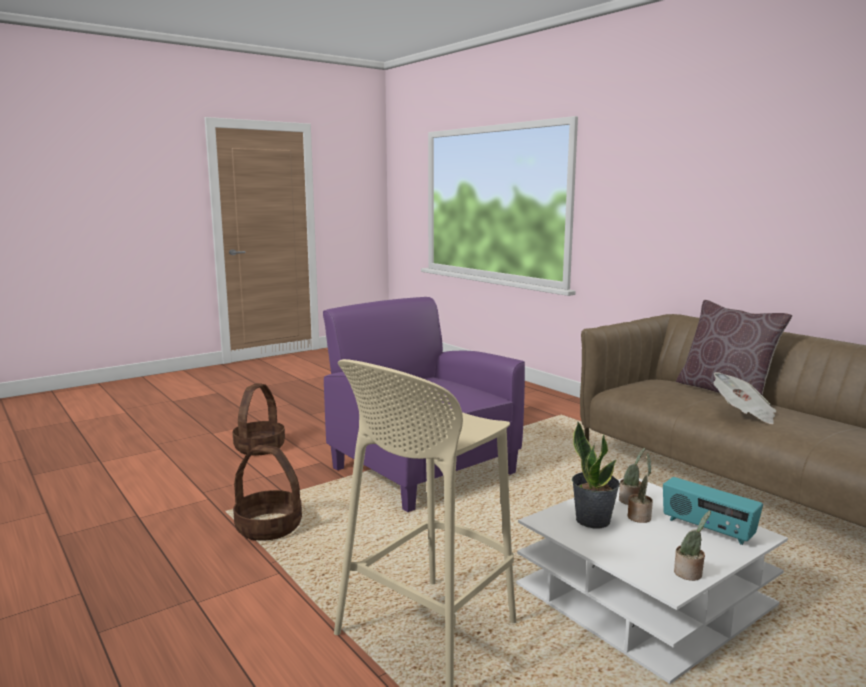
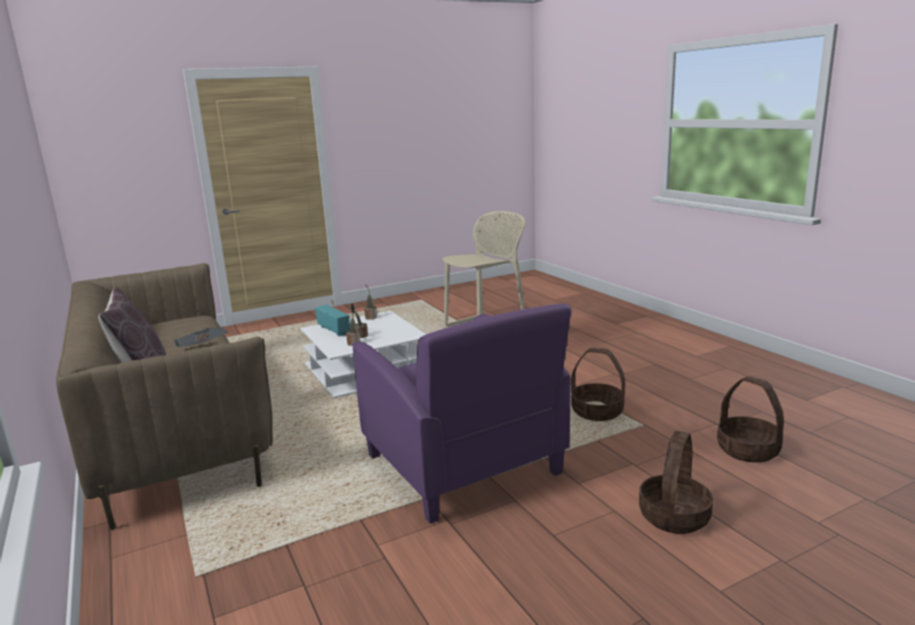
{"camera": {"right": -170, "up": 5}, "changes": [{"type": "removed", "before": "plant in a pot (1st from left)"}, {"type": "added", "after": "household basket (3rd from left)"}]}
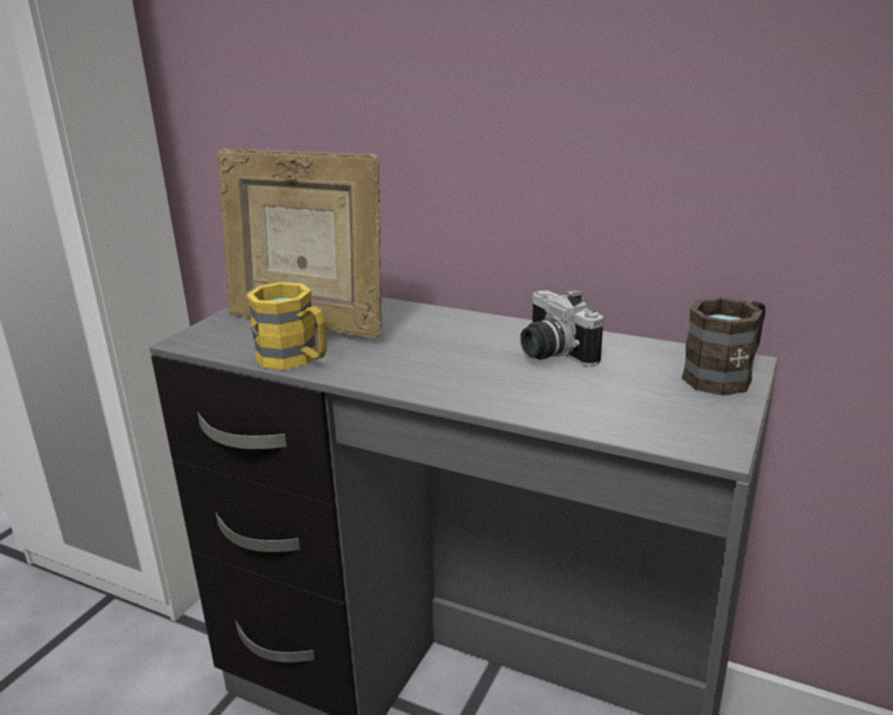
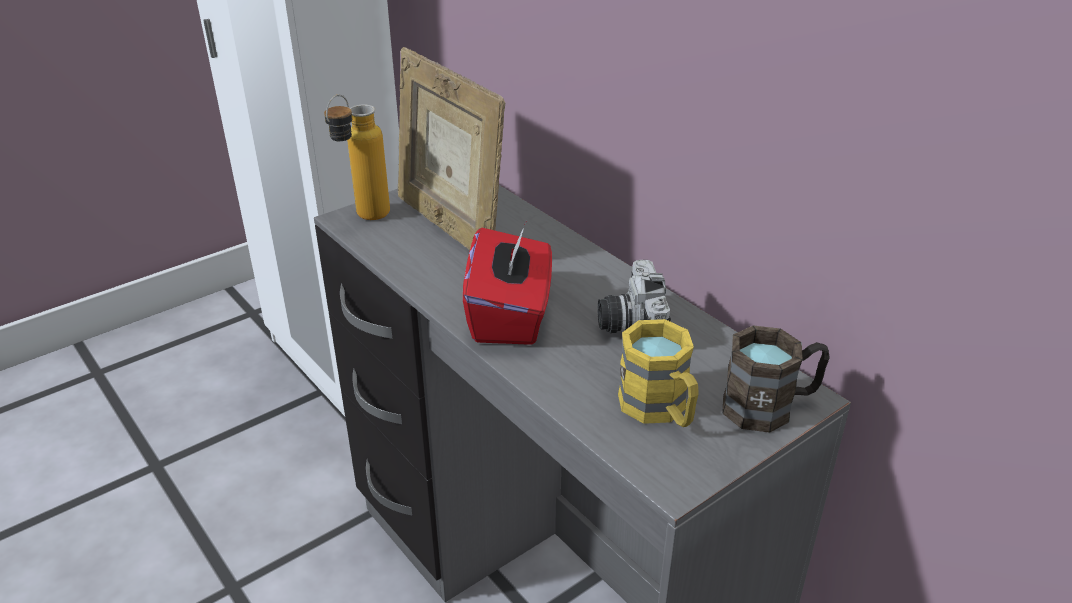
{"camera": {"right": 25, "up": 10}, "changes": [{"type": "moved", "before": "yellow-coloured coffee mug"}, {"type": "added", "after": "beverage bottle"}, {"type": "added", "after": "red tissue holder"}]}
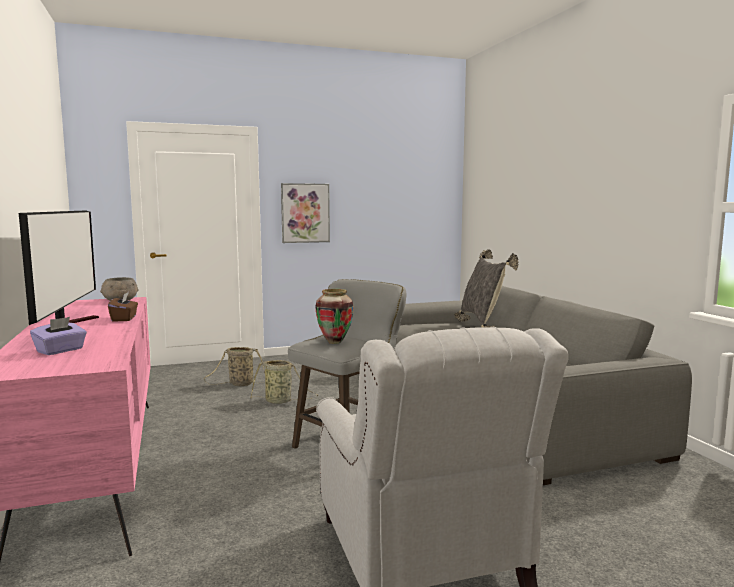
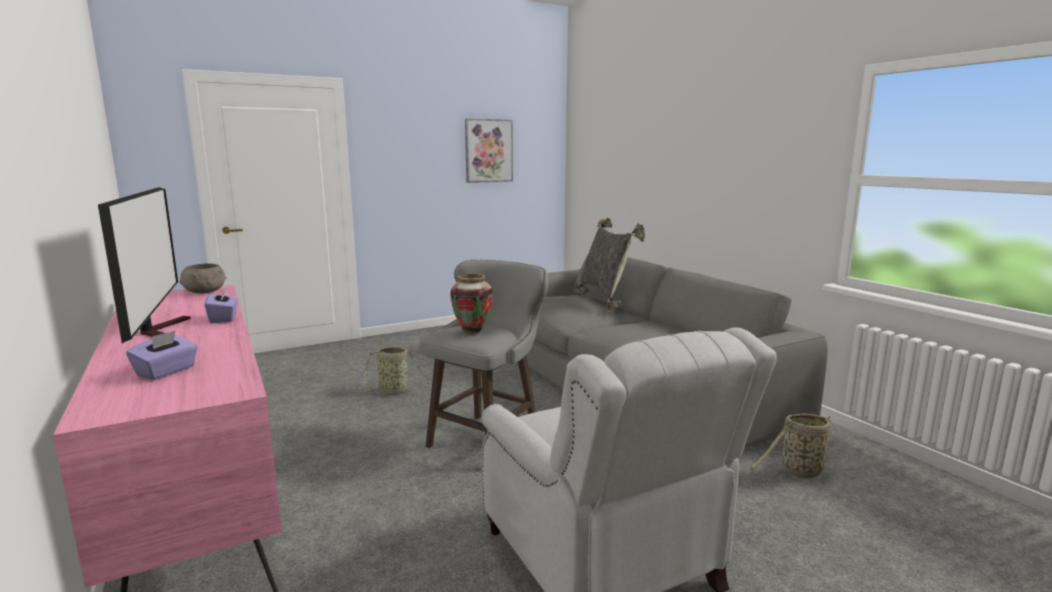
{"camera": {"right": -10, "up": 5}, "changes": [{"type": "moved", "before": "wall art"}, {"type": "recoloured", "before": "brown-coloured tissue holder", "after": "purple-coloured tissue holder (2nd from left)"}, {"type": "moved", "before": "household basket (1st from left in the first image)", "after": "household basket (2nd from left)"}]}
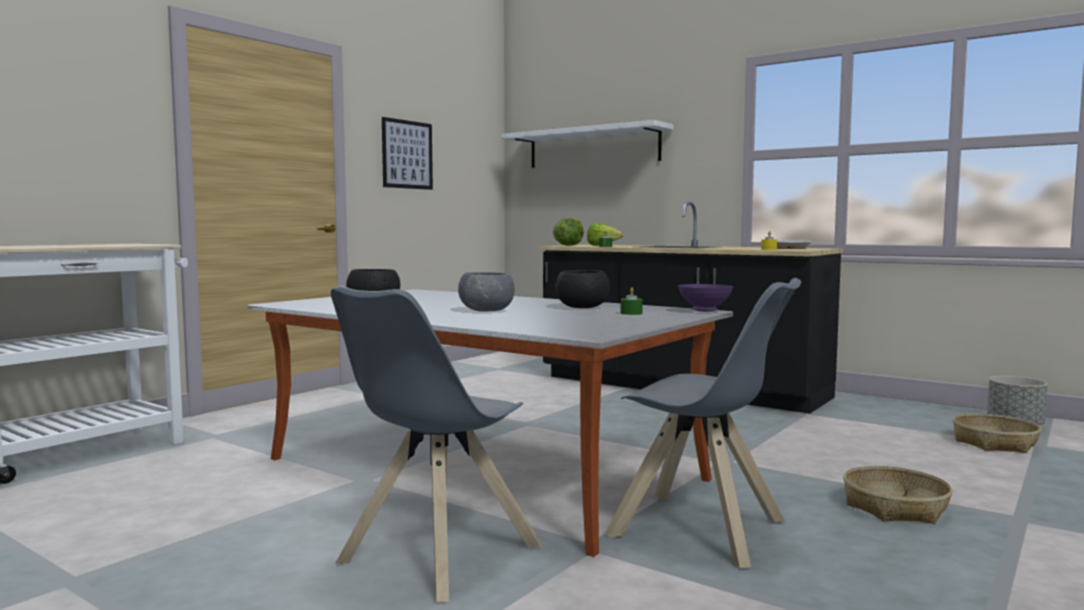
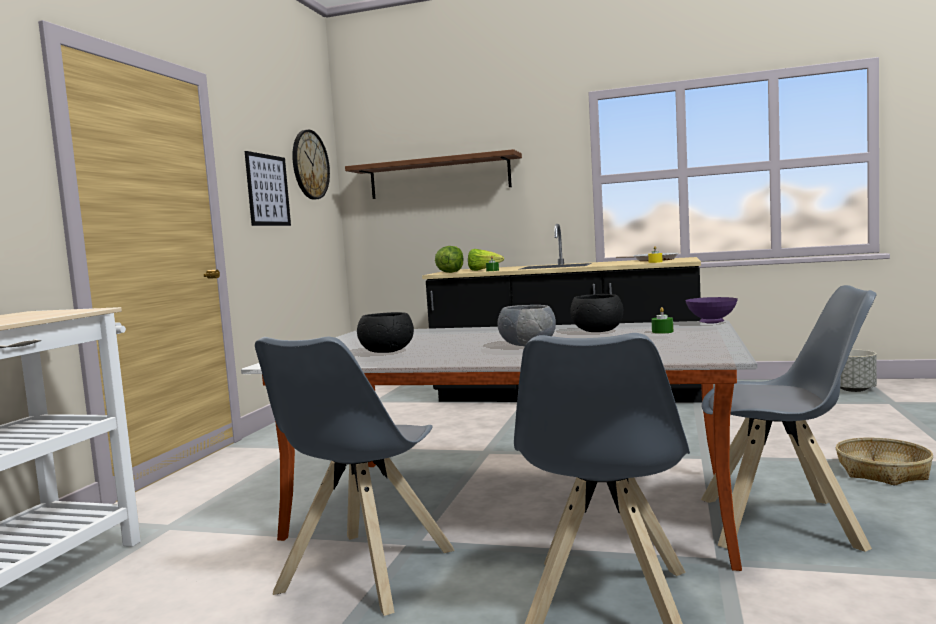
{"camera": {"right": -20, "up": 0}, "changes": [{"type": "recoloured", "before": "whitish bracket shelf", "after": "brown-coloured bracket shelf"}, {"type": "removed", "before": "household basket (2nd from left)"}, {"type": "added", "after": "hanging clock"}, {"type": "added", "after": "grey upright chair (1st from left)"}]}
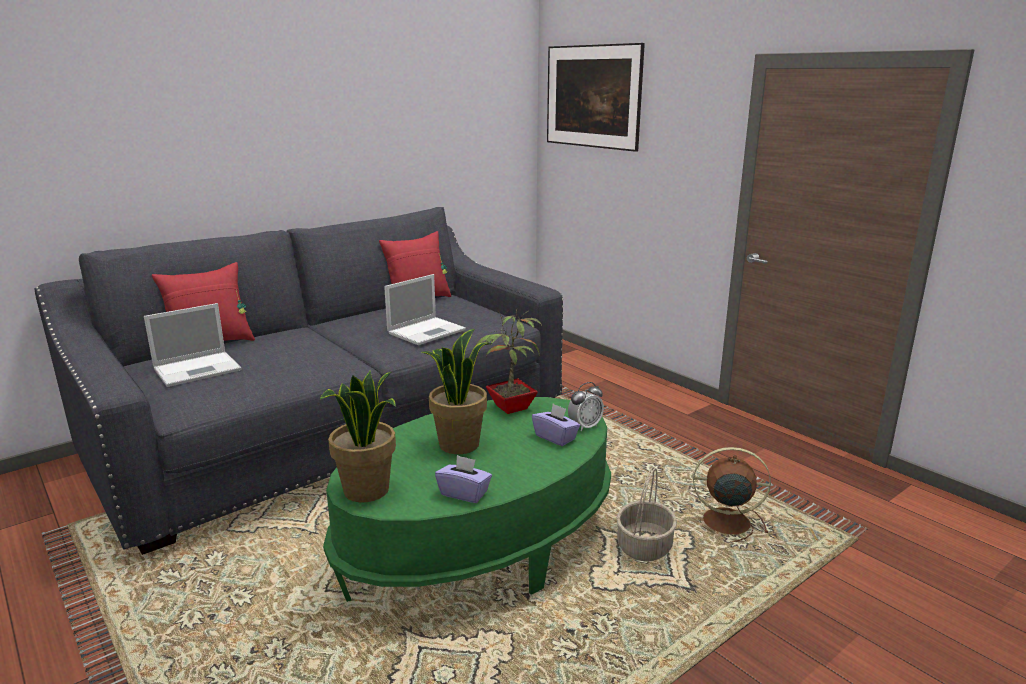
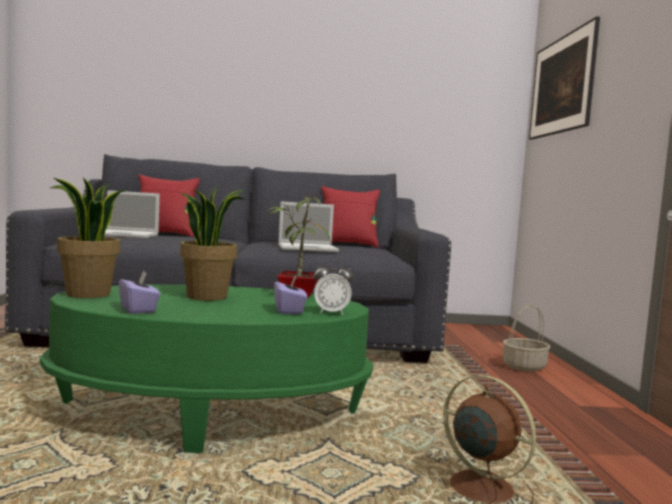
{"camera": {"right": 35, "up": -15}, "changes": [{"type": "moved", "before": "household basket"}]}
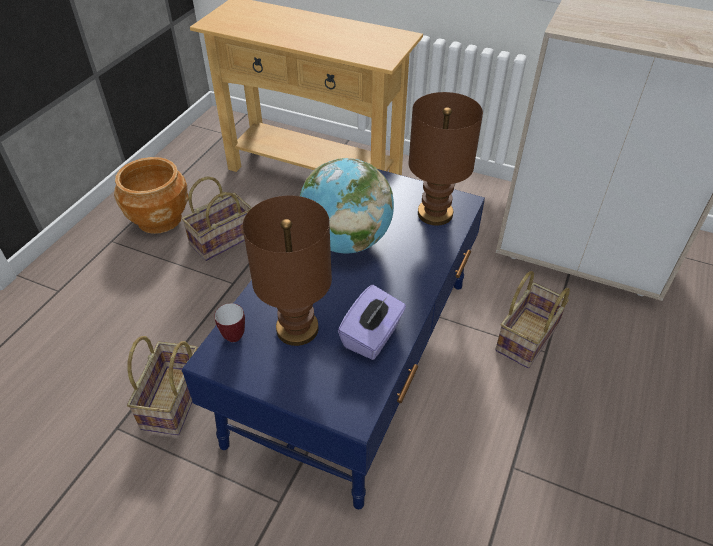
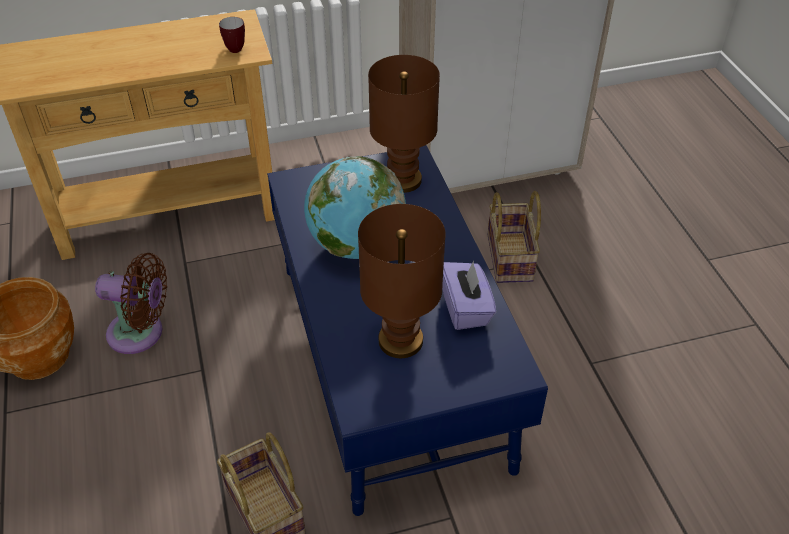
{"camera": {"right": -40, "up": 0}, "changes": [{"type": "replaced", "before": "household basket (2nd from left)", "after": "brown-coloured electric fan"}, {"type": "moved", "before": "coffee mug"}]}
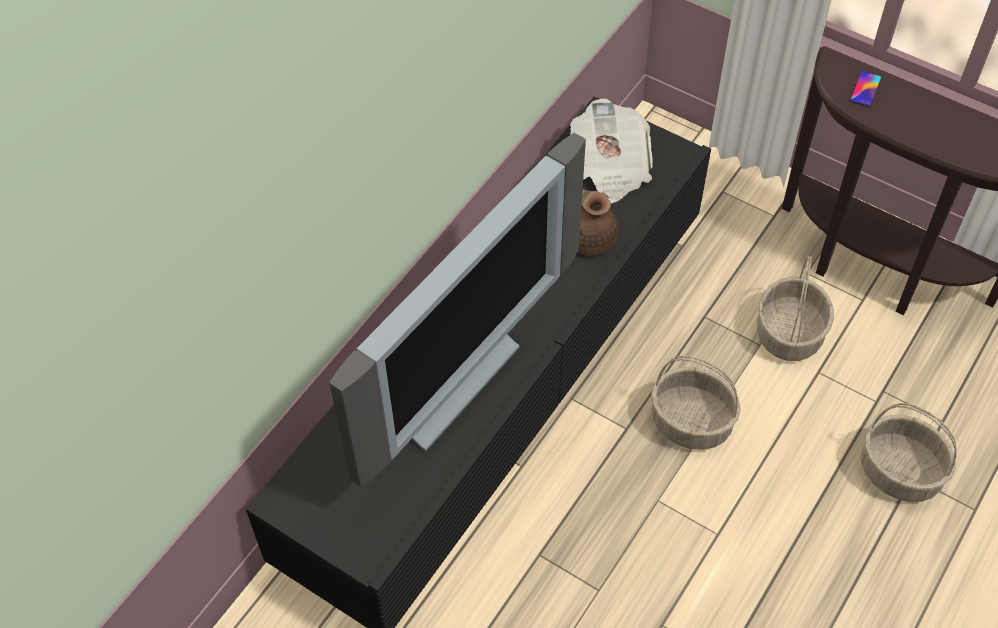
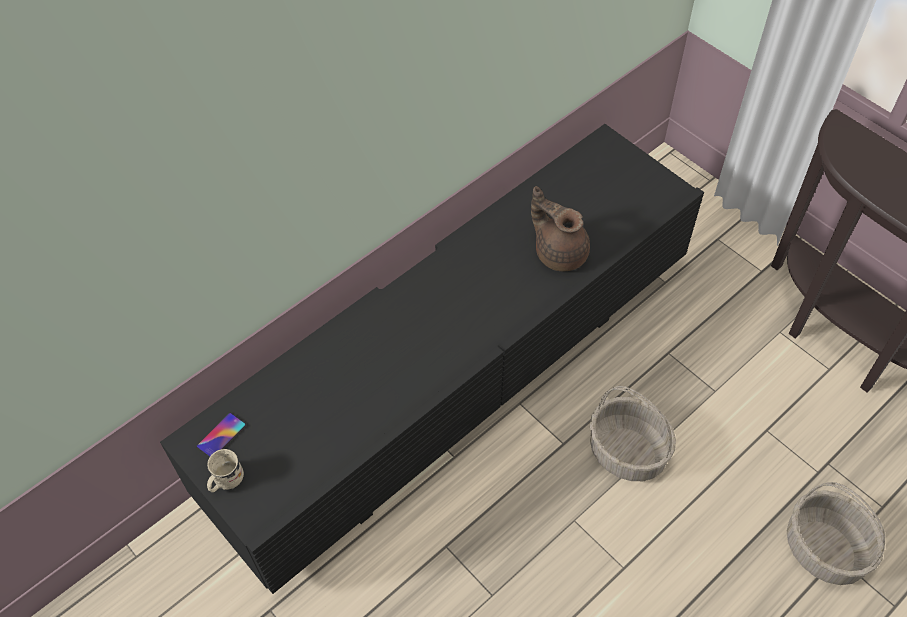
{"camera": {"right": 15, "up": 0}, "changes": [{"type": "moved", "before": "telephone"}, {"type": "removed", "before": "daily paper"}, {"type": "removed", "before": "TV set"}, {"type": "removed", "before": "household basket (2nd from left)"}, {"type": "added", "after": "beige coffee mug"}]}
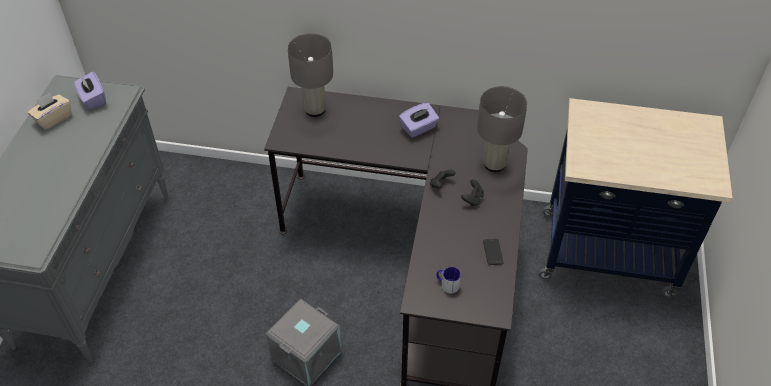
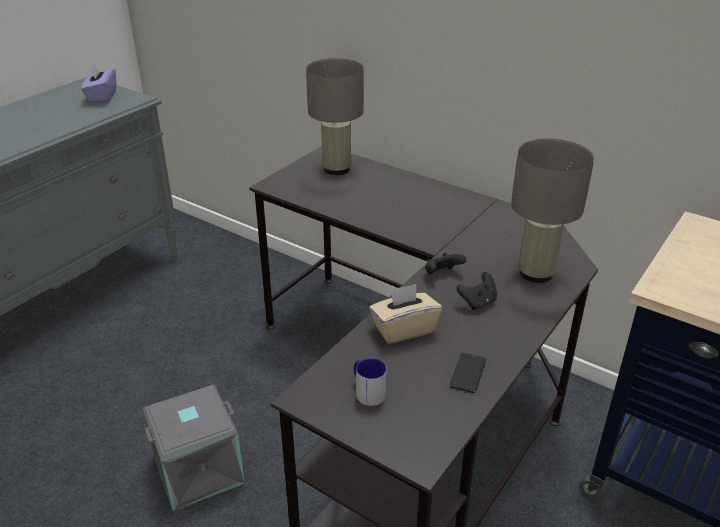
{"camera": {"right": 25, "up": -15}, "changes": [{"type": "moved", "before": "beige tissue holder"}, {"type": "removed", "before": "purple-coloured tissue holder (2nd from left)"}]}
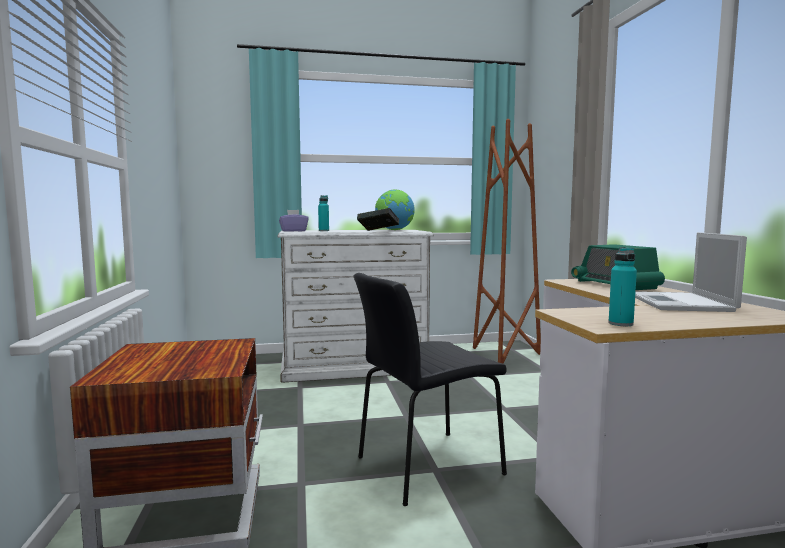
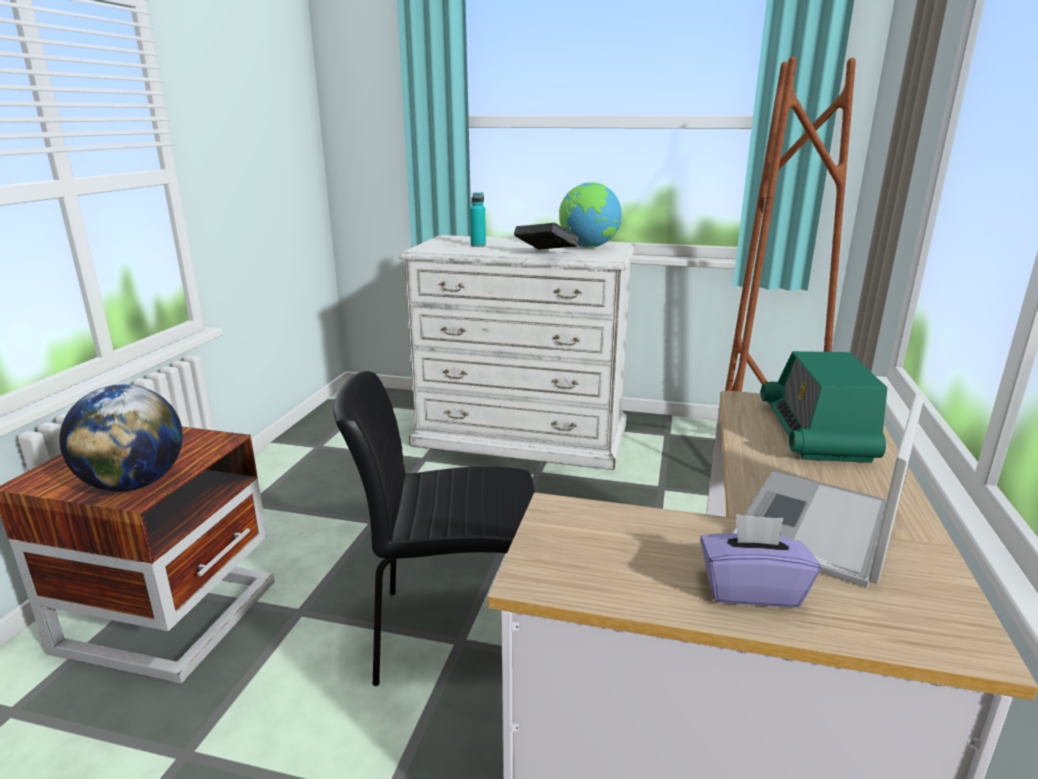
{"camera": {"right": 25, "up": 15}, "changes": [{"type": "moved", "before": "purple-coloured tissue holder"}, {"type": "removed", "before": "blue-green beverage bottle (2nd from left)"}, {"type": "added", "after": "globe (1st from left)"}]}
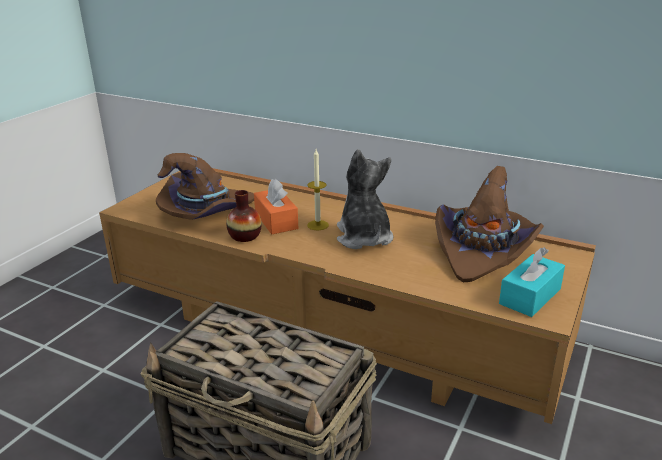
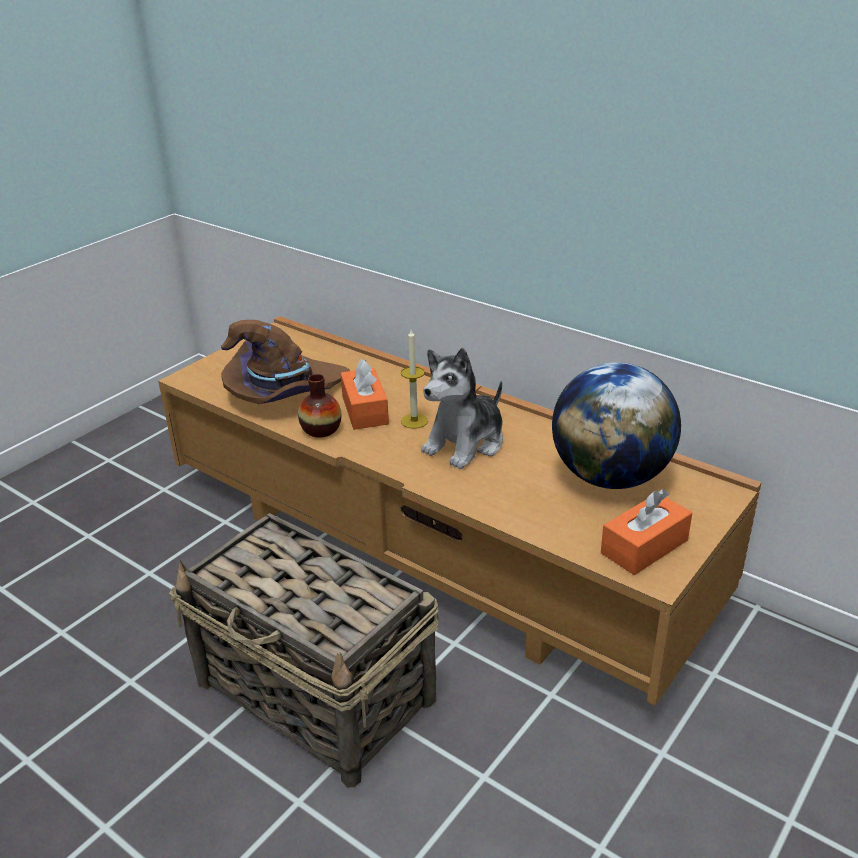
{"camera": {"right": 10, "up": 5}, "changes": [{"type": "turned", "before": "soft toy", "turn": -135}, {"type": "replaced", "before": "brown-coloured hat (2nd from left)", "after": "globe"}, {"type": "recoloured", "before": "blue-green tissue holder", "after": "orange tissue holder (2nd from left)"}]}
